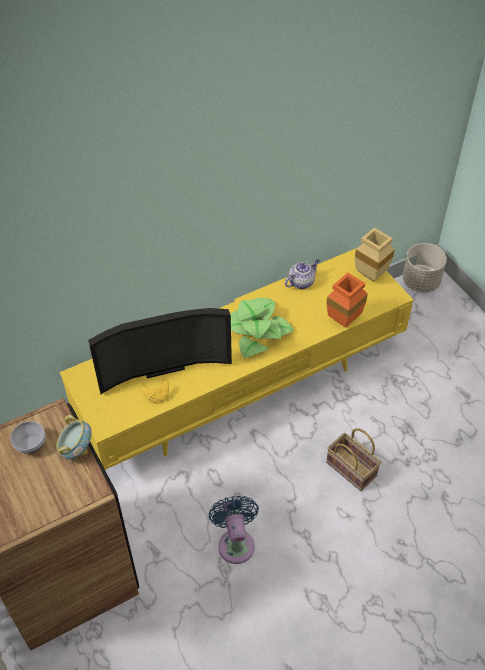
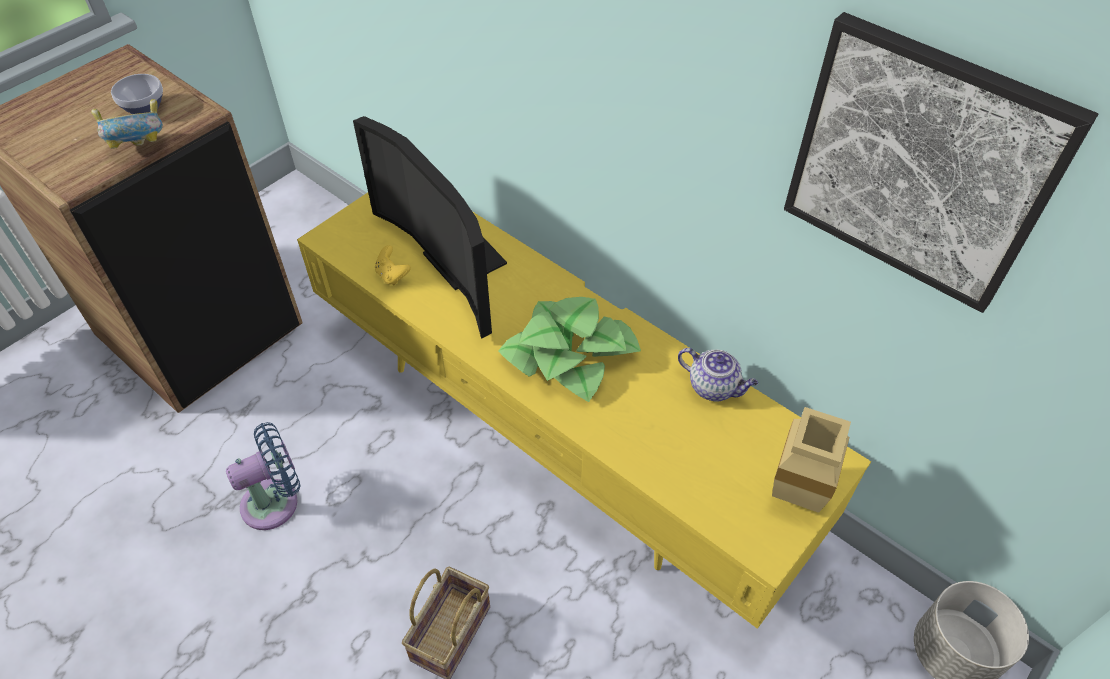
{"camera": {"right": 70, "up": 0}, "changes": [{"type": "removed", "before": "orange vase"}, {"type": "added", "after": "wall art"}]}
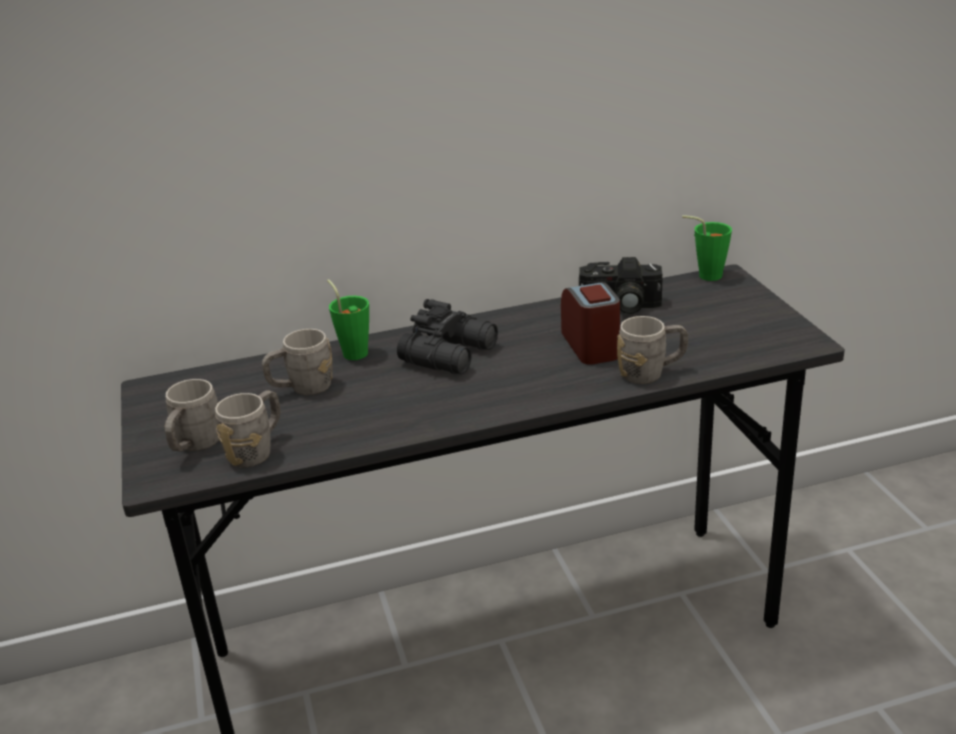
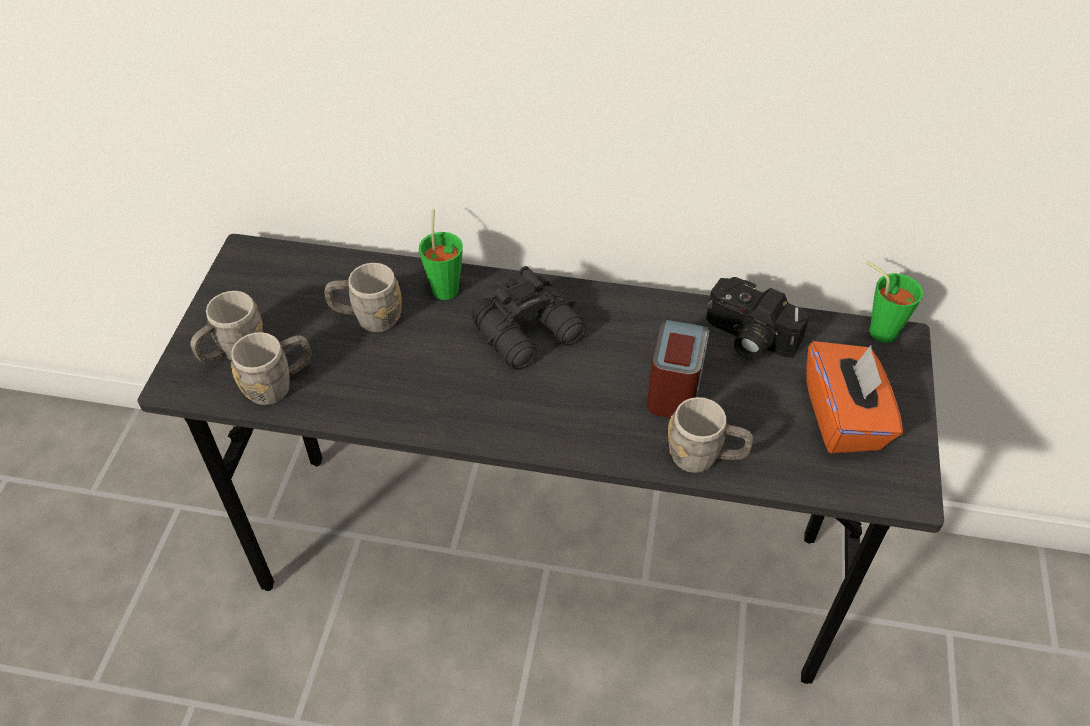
{"camera": {"right": 25, "up": 20}, "changes": [{"type": "added", "after": "orange tissue holder"}]}
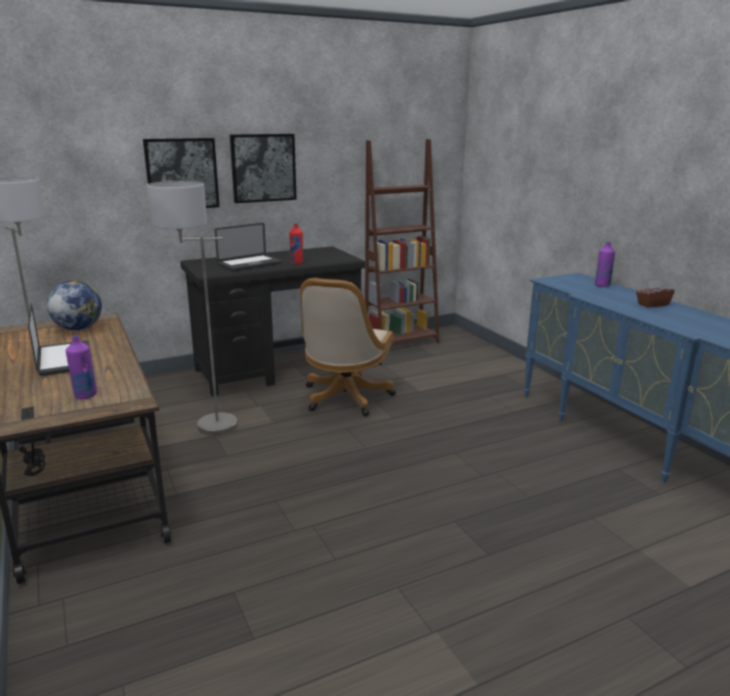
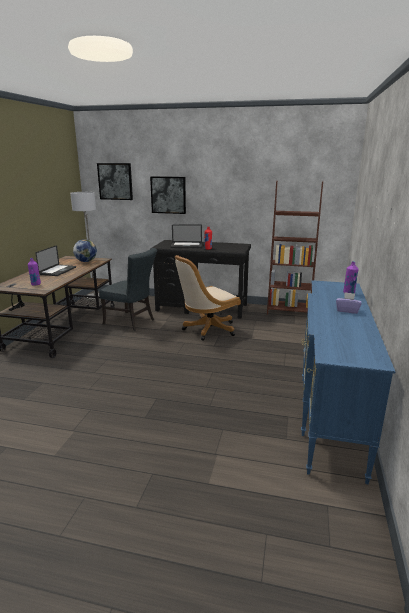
{"camera": {"right": 40, "up": 0}, "changes": [{"type": "moved", "before": "wall art (2nd from left in the first image)", "after": "wall art (1st from left)"}, {"type": "replaced", "before": "grey standing lamp (2nd from left)", "after": "grey upright chair"}, {"type": "recoloured", "before": "brown-coloured tissue holder", "after": "purple-coloured tissue holder"}]}
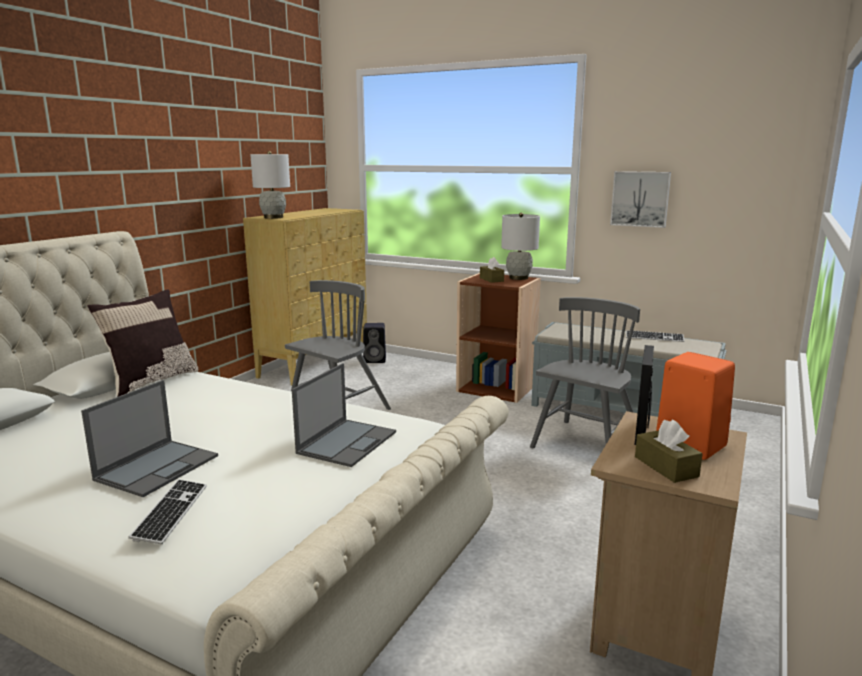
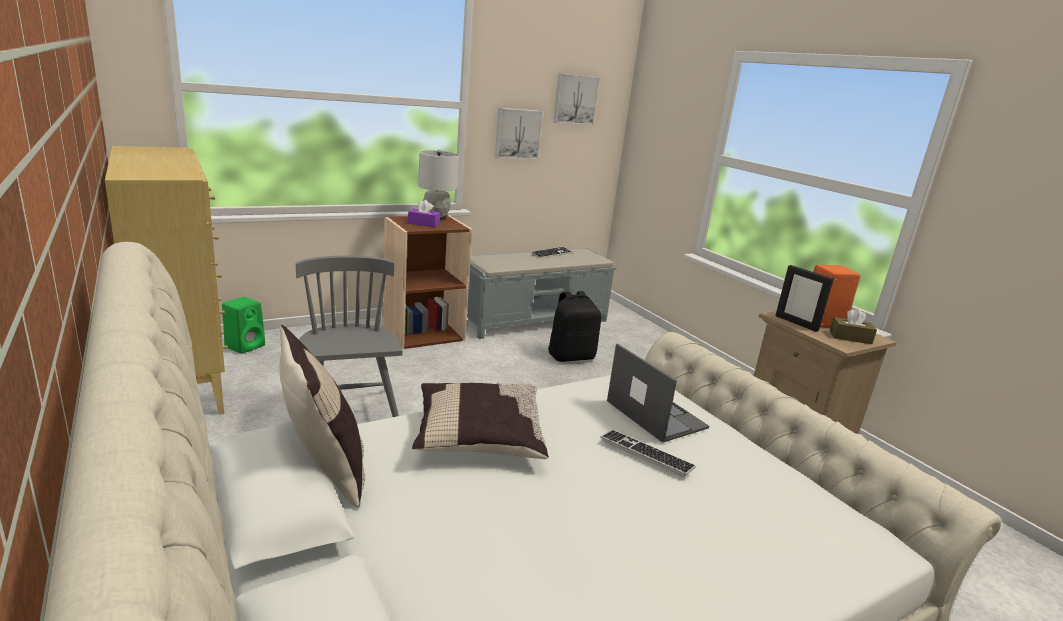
{"camera": {"right": -60, "up": 5}, "changes": [{"type": "removed", "before": "whitish lamp for a table (1st from left)"}, {"type": "recoloured", "before": "brown-coloured tissue holder (1st from left)", "after": "purple-coloured tissue holder"}, {"type": "replaced", "before": "grey upright chair (2nd from left)", "after": "black backpack"}, {"type": "recoloured", "before": "black audio speaker", "after": "green audio speaker"}, {"type": "removed", "before": "portable computer (1st from left)"}, {"type": "moved", "before": "PC keyboard (1st from left in the first image)", "after": "PC keyboard (2nd from left)"}, {"type": "added", "after": "wall art (2nd from left)"}, {"type": "added", "after": "throw pillow (2nd from left)"}]}
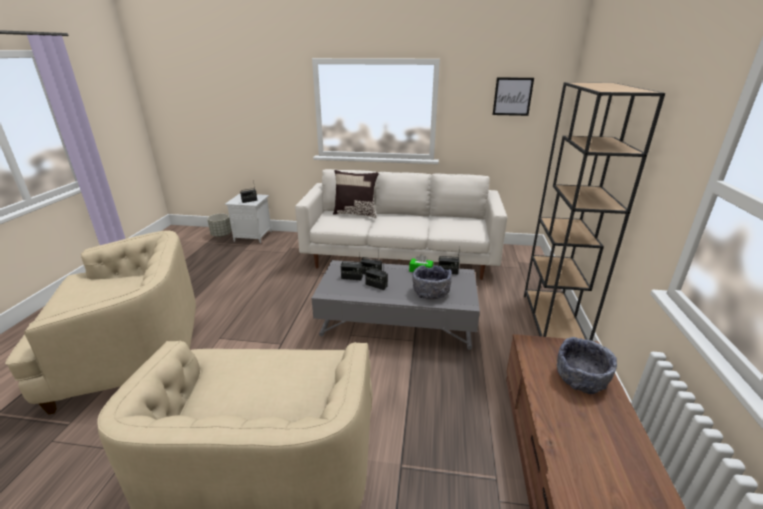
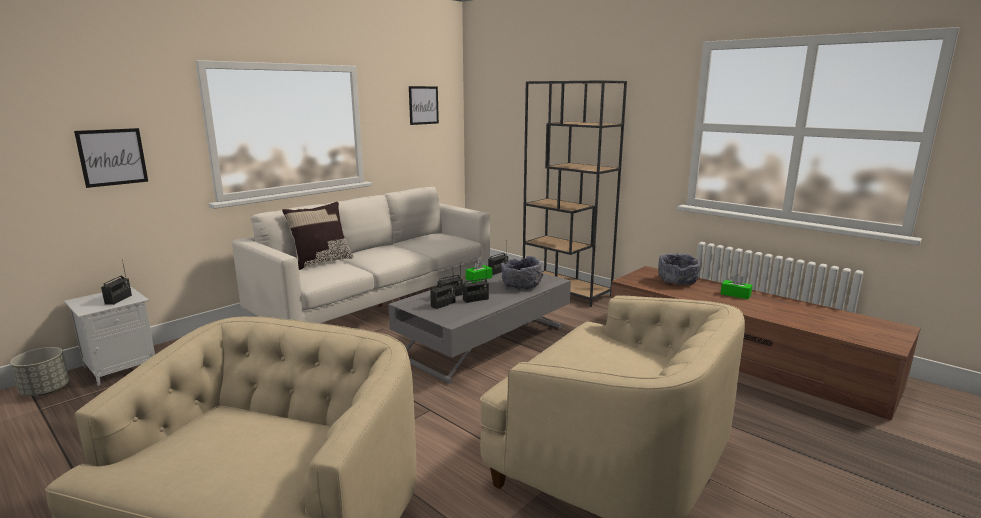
{"camera": {"right": -55, "up": -10}, "changes": [{"type": "added", "after": "wall art (1st from left)"}, {"type": "added", "after": "green tissue holder (2nd from left)"}]}
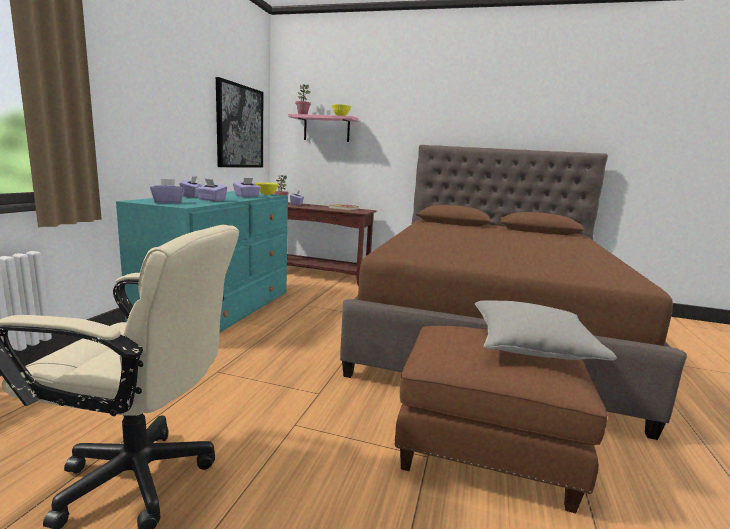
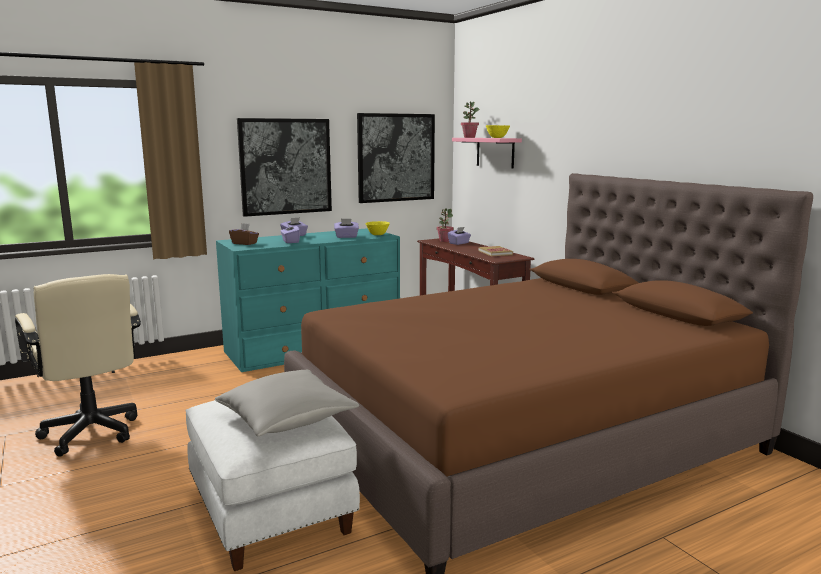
{"camera": {"right": 45, "up": 0}, "changes": [{"type": "recoloured", "before": "purple-coloured tissue holder (1st from left)", "after": "brown-coloured tissue holder"}, {"type": "recoloured", "before": "brown-coloured ottoman", "after": "whitish ottoman"}, {"type": "added", "after": "wall art (1st from left)"}]}
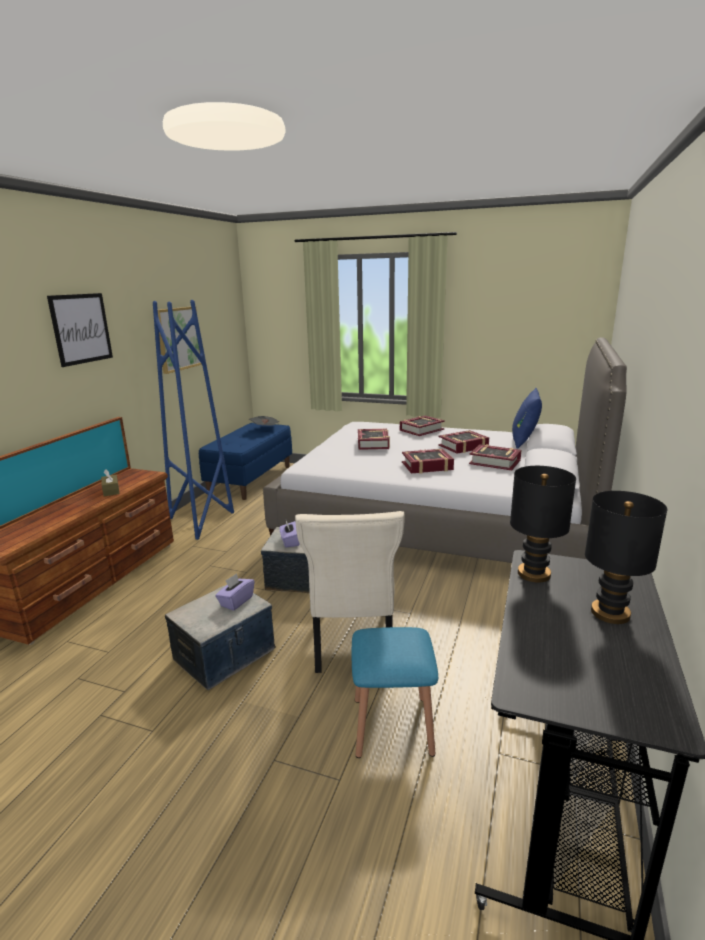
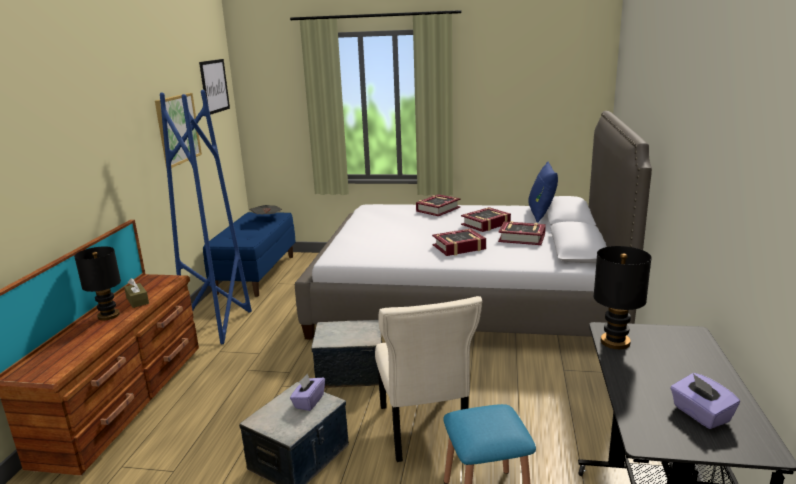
{"camera": {"right": -10, "up": 0}, "changes": [{"type": "moved", "before": "wall art (1st from left in the first image)", "after": "wall art (2nd from left)"}, {"type": "removed", "before": "book (1st from left)"}, {"type": "moved", "before": "black lamp for a table (2nd from left in the first image)", "after": "black lamp for a table (1st from left)"}, {"type": "moved", "before": "purple-coloured tissue holder (2nd from left)"}]}
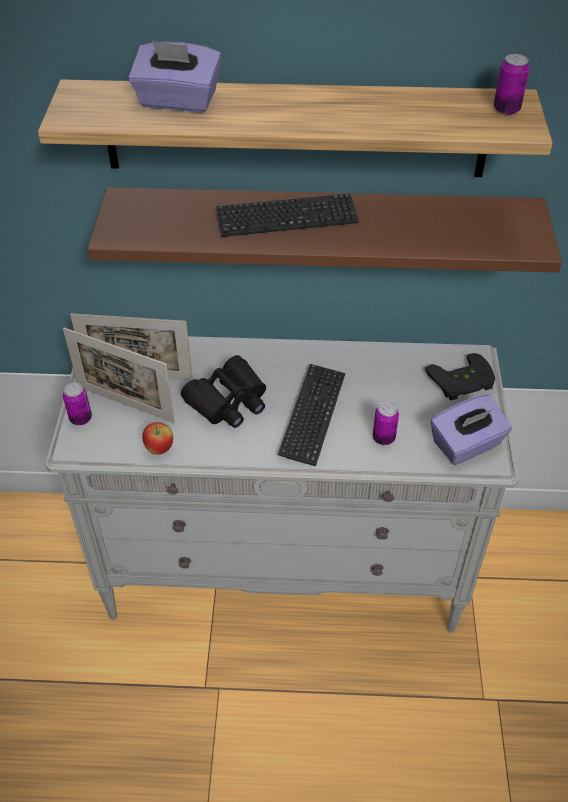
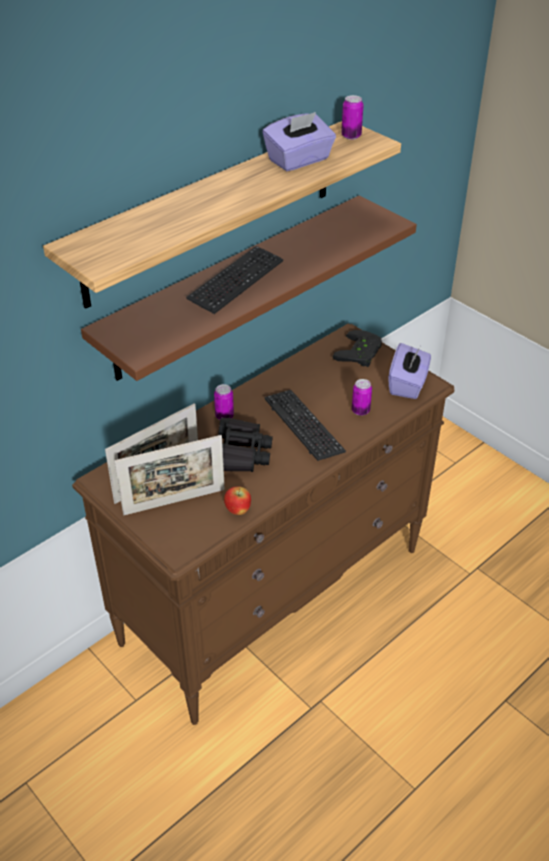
{"camera": {"right": -45, "up": -5}, "changes": [{"type": "moved", "before": "purple-coloured tissue holder (1st from left)"}, {"type": "recoloured", "before": "whitish drawer chest", "after": "brown-coloured drawer chest"}, {"type": "moved", "before": "metal can (1st from left)"}]}
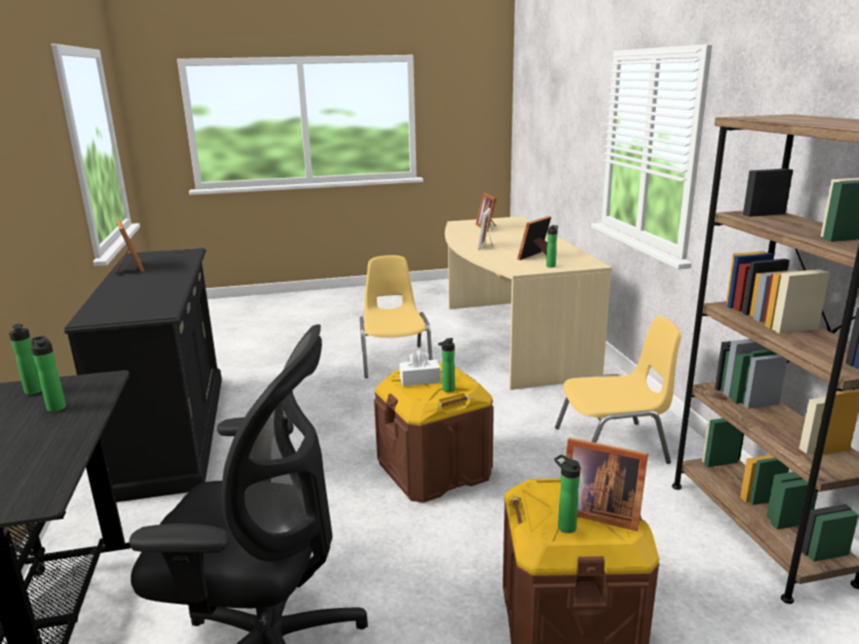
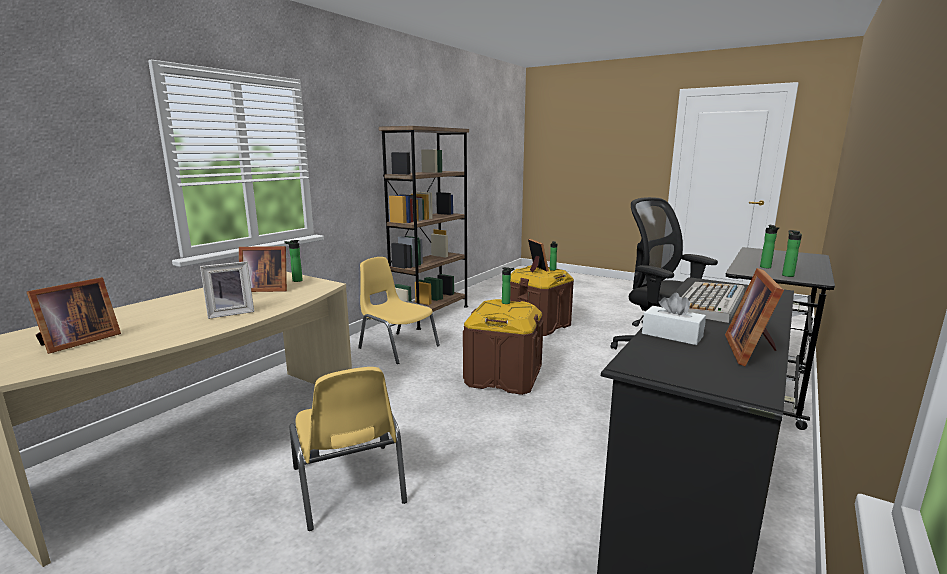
{"camera": {"right": -135, "up": -5}, "changes": [{"type": "turned", "before": "yellow-coloured upright chair (1st from left)", "turn": -60}, {"type": "moved", "before": "whitish tissue holder"}, {"type": "added", "after": "PC keyboard"}]}
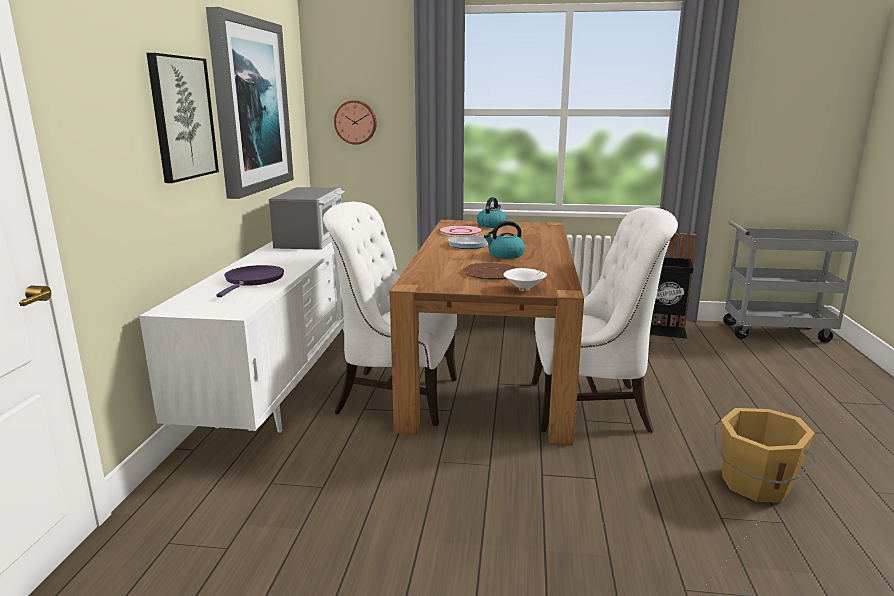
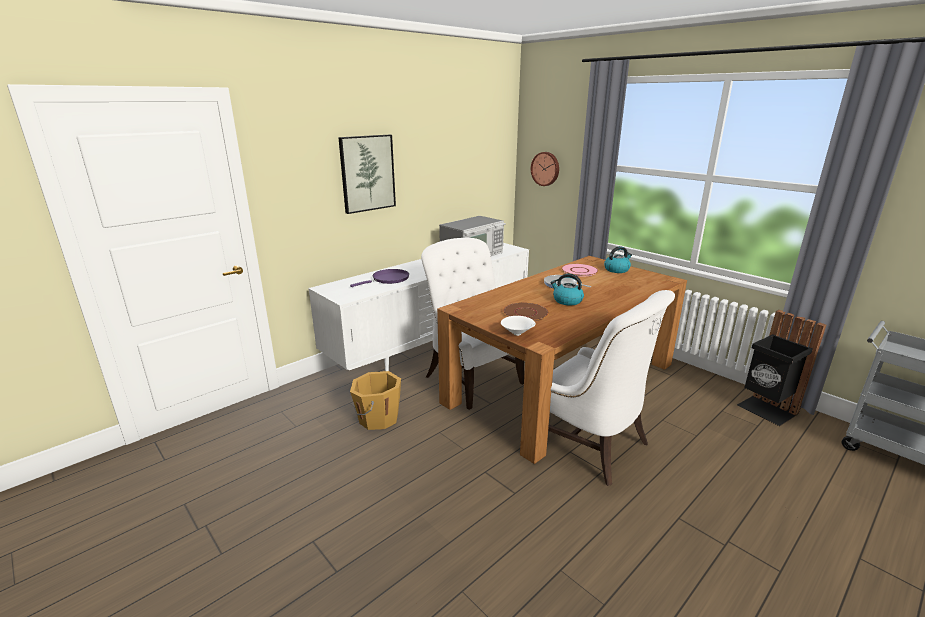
{"camera": {"right": 40, "up": 5}, "changes": [{"type": "removed", "before": "wall art (2nd from left)"}, {"type": "moved", "before": "orange water bucket"}]}
